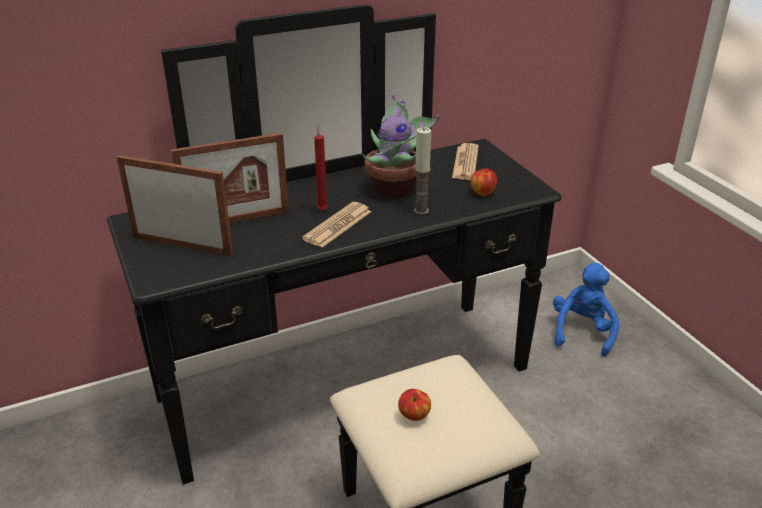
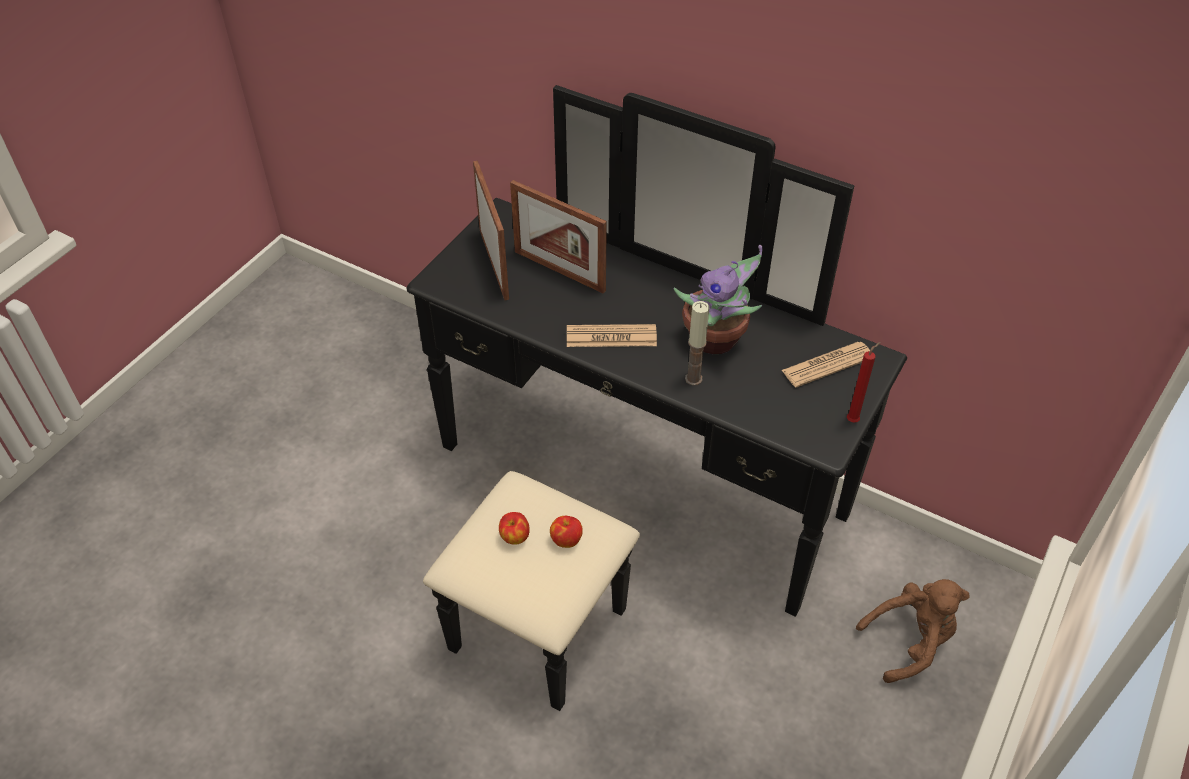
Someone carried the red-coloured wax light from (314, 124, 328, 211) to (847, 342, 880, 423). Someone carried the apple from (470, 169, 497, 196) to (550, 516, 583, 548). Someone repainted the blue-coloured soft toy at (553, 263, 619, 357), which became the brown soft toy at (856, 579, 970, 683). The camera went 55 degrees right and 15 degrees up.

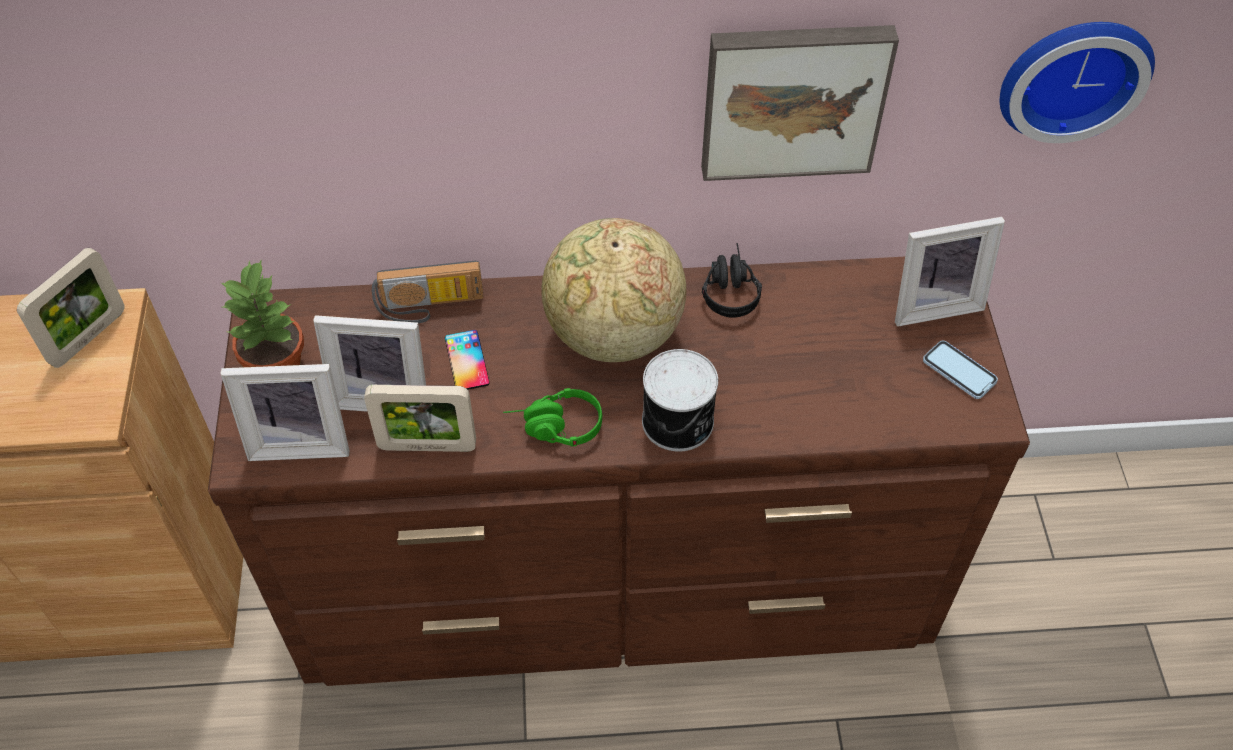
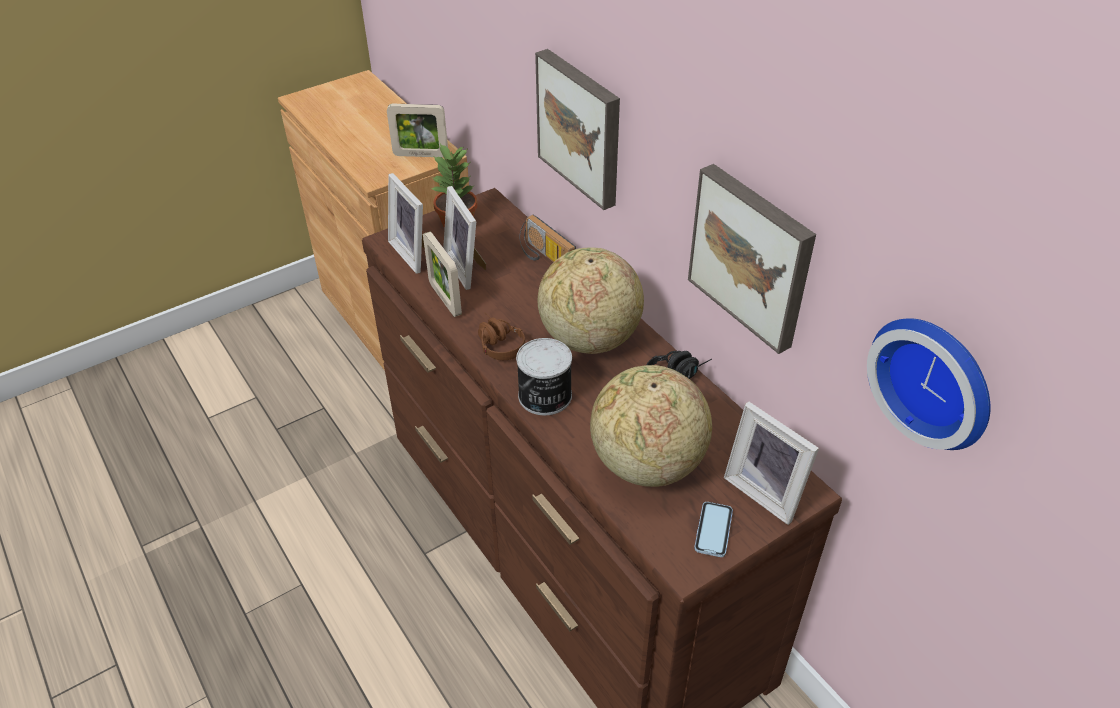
Someone took away the phone at (445, 330, 490, 390). Someone repainted the green-coloured headphones at (503, 388, 602, 447), which became the brown headphones at (478, 313, 525, 360). Someone put up the wall picture at (535, 49, 620, 210). Someone put down the desk globe at (590, 365, 712, 487). The camera went 60 degrees right and 10 degrees down.

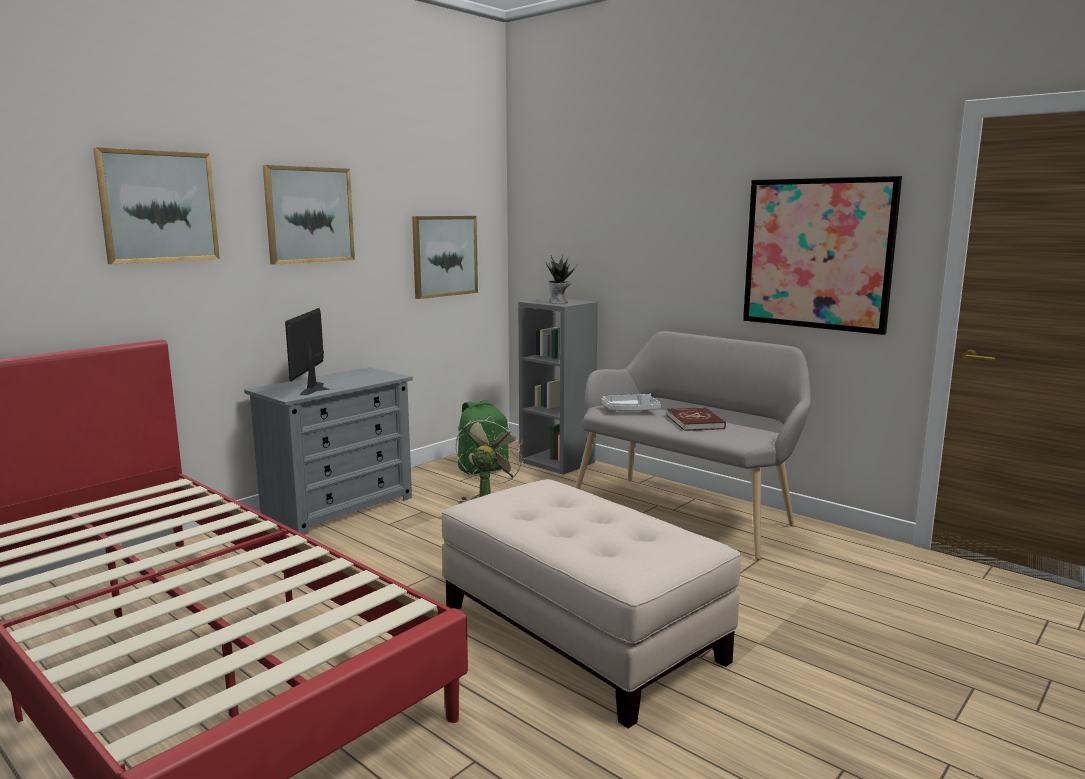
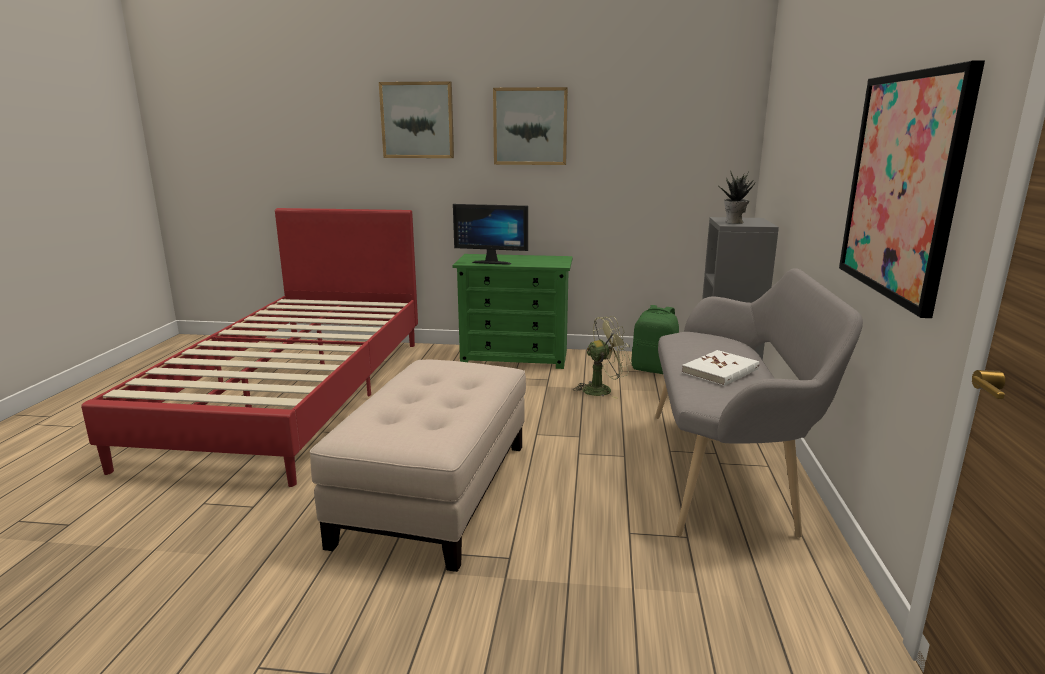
Someone repainted the grey chest of drawers at (244, 367, 413, 535), which became the green-coloured chest of drawers at (453, 254, 573, 369). Someone rotated the monitor at (285, 308, 330, 395) by 135 degrees counterclockwise. Someone took away the wall picture at (412, 216, 478, 299). Someone took away the grey serving tray at (601, 393, 661, 412). Someone repainted the red-coloured volume at (667, 407, 726, 431), which became the white volume at (682, 350, 759, 386). The camera went 55 degrees right and 5 degrees up.

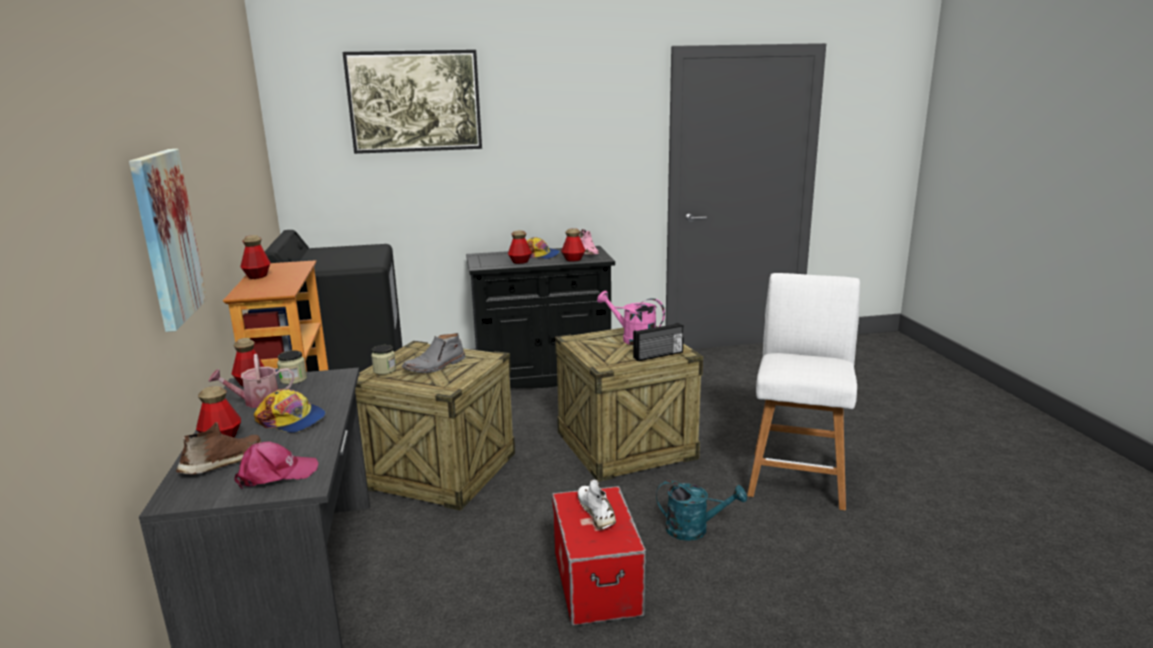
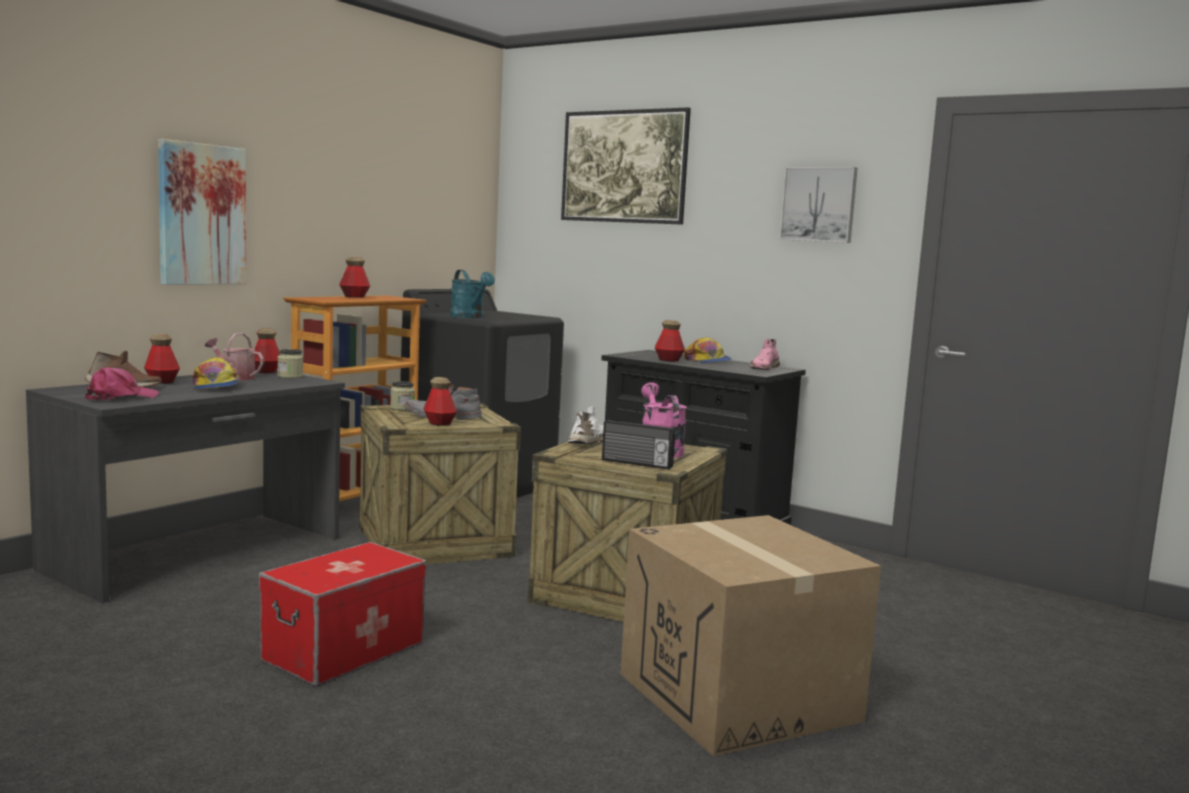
Someone rotated the pink-coloured baseball cap at (234, 441, 319, 489) by 75 degrees counterclockwise. Someone carried the beverage bottle from (561, 228, 586, 262) to (424, 377, 457, 426). Someone carried the white shoe from (578, 480, 616, 529) to (568, 406, 604, 444). Someone carried the blue-green watering can from (656, 480, 747, 541) to (450, 270, 495, 318). Someone swapped the white stool at (747, 273, 860, 511) for the cardboard box at (621, 515, 881, 757). Someone put up the wall picture at (779, 167, 858, 243). The camera went 45 degrees right and 10 degrees down.

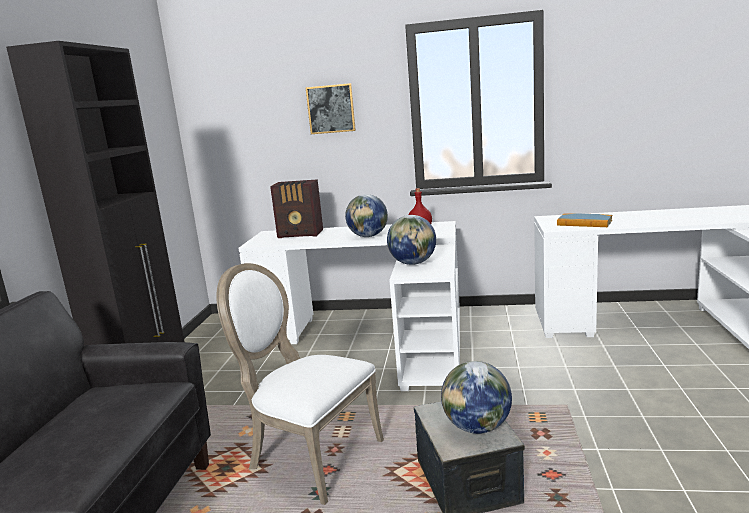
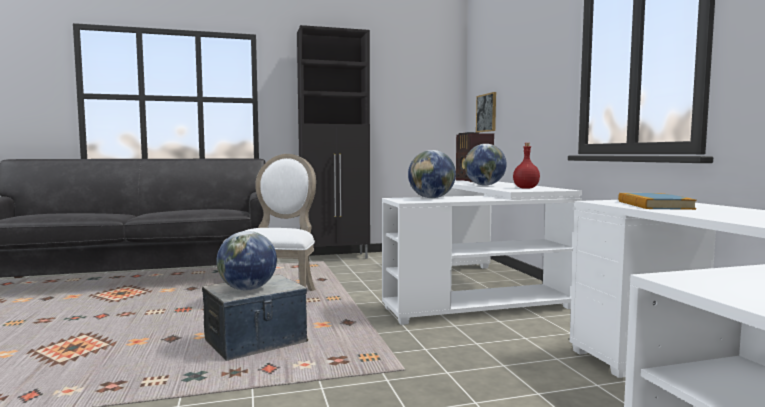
Someone carried the wall picture from (306, 83, 356, 134) to (476, 92, 496, 132). The camera went 65 degrees right and 10 degrees down.

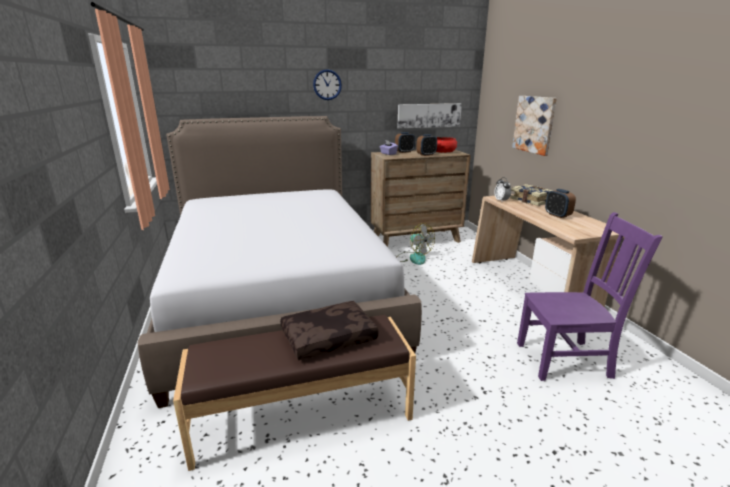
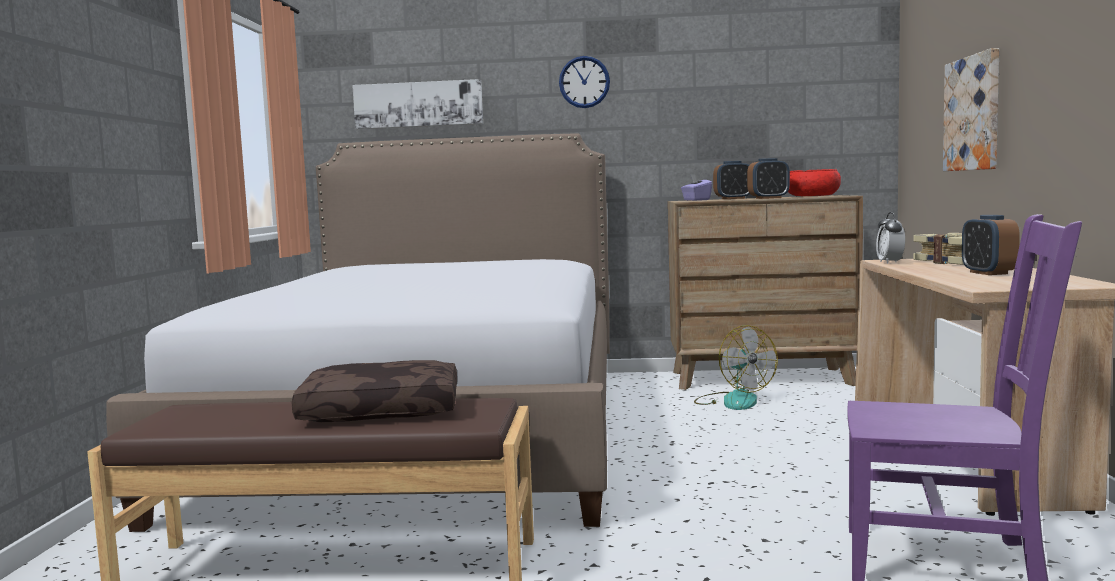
Someone carried the wall picture from (398, 103, 462, 129) to (352, 79, 483, 129). The camera went 20 degrees right and 15 degrees down.

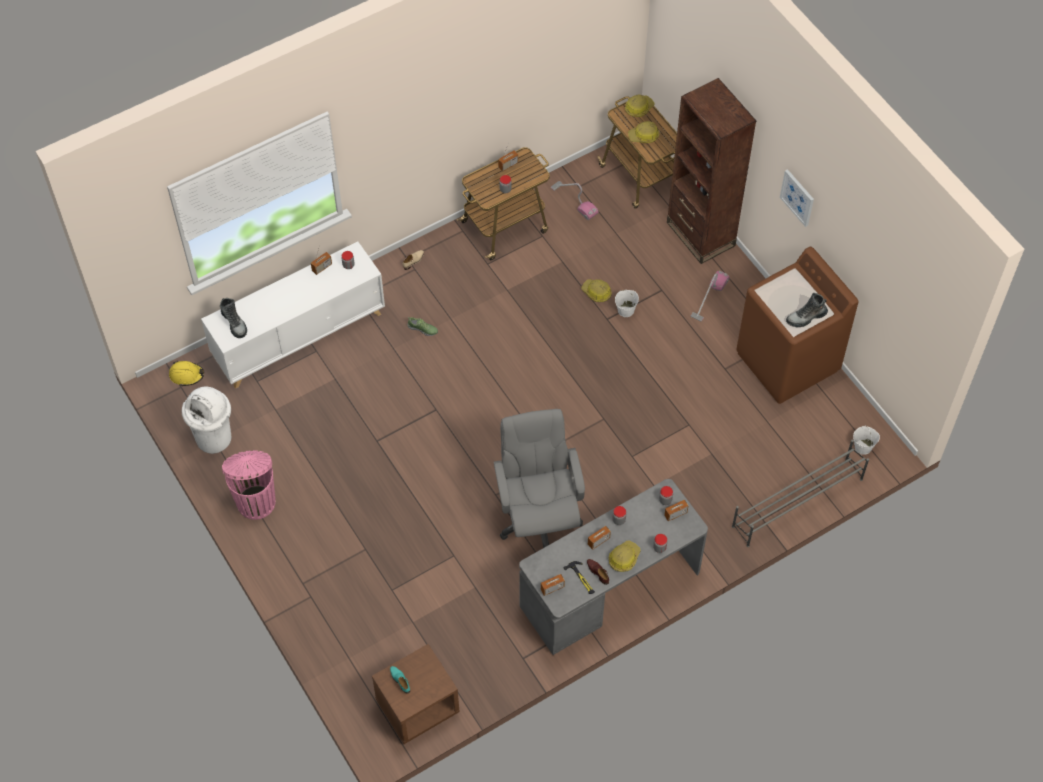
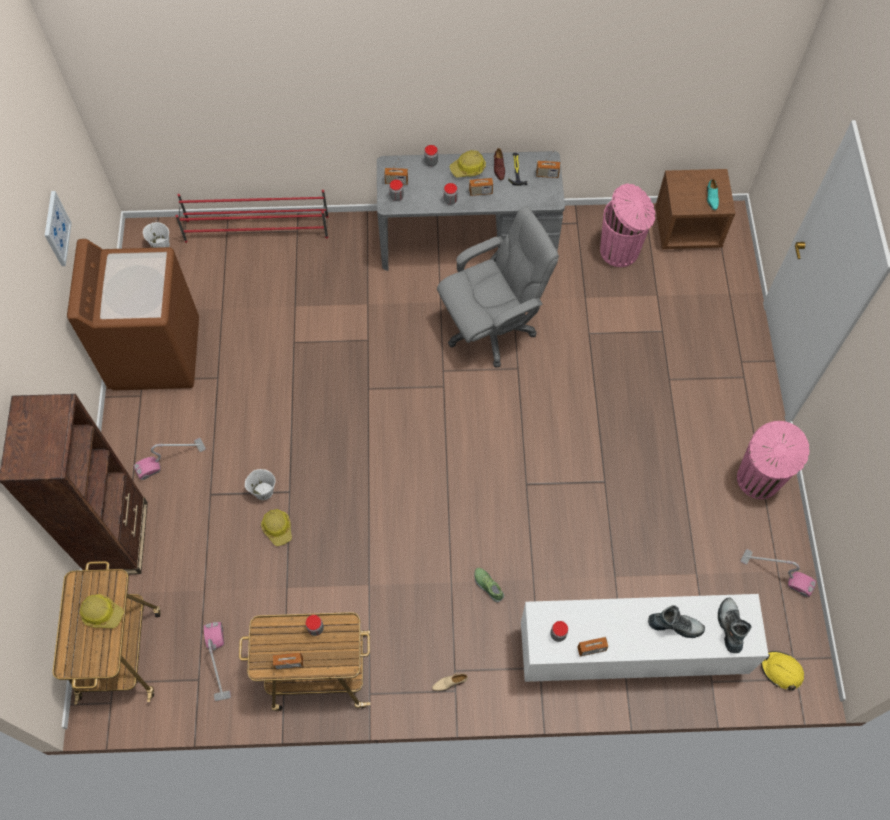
Someone swapped the white rubbish bin at (182, 387, 231, 454) for the hoover at (740, 549, 816, 597). Someone rotated the grey desk chair at (494, 409, 585, 548) by 135 degrees counterclockwise. Someone took away the hard hat at (625, 95, 655, 117). Someone repainted the grey shoe stand at (732, 440, 869, 547), which became the red-coloured shoe stand at (176, 190, 329, 243). Someone carried the wall picture from (780, 169, 814, 227) to (45, 191, 72, 266). Someone carried the boot from (786, 293, 828, 327) to (648, 605, 705, 638). Someone put down the pink-coloured rubbish bin at (600, 183, 655, 267). The camera went 150 degrees left and 5 degrees up.

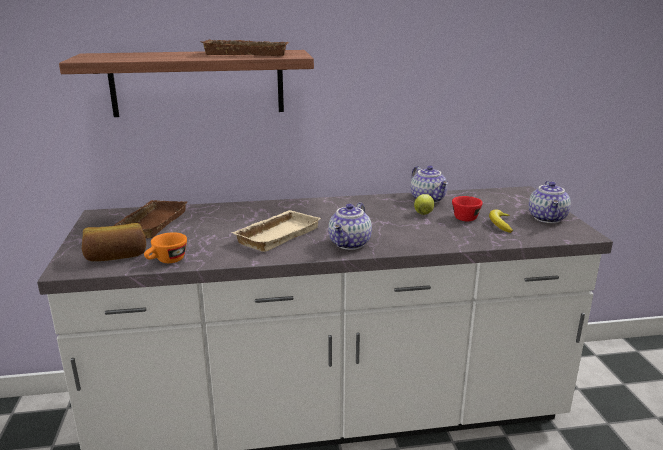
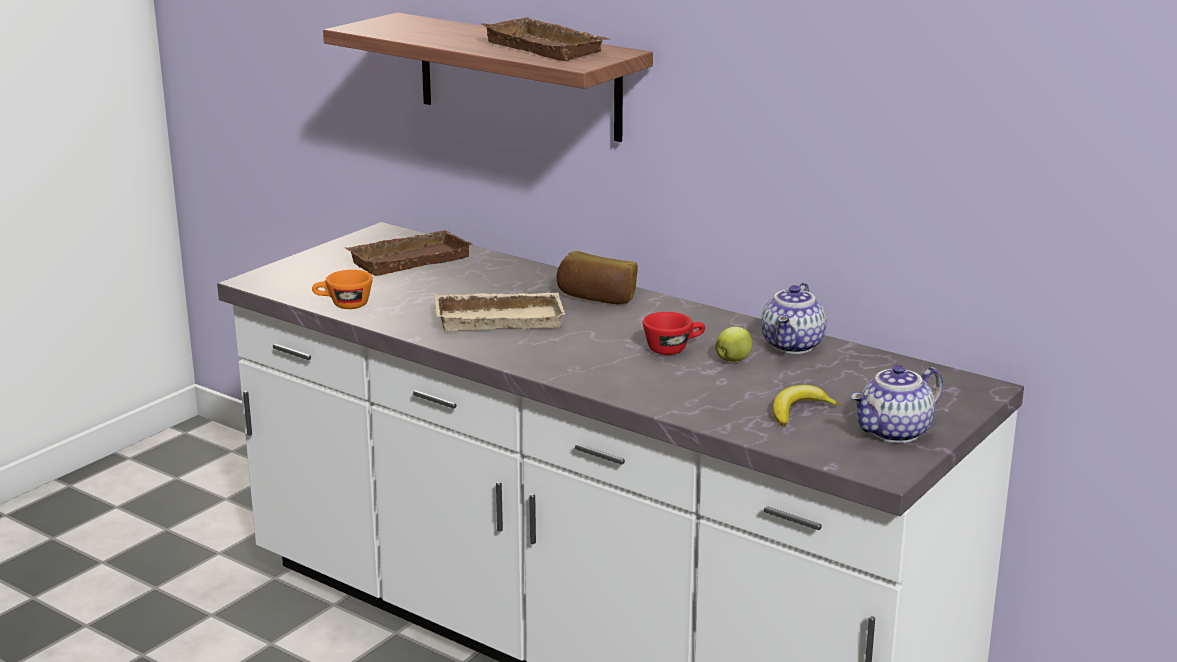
Someone carried the baked bread from (82, 223, 146, 261) to (556, 251, 638, 304). Someone took away the pot for tea at (328, 202, 372, 250). Someone carried the red-coloured cup from (452, 196, 483, 221) to (643, 312, 705, 355). The camera went 45 degrees right and 0 degrees up.

